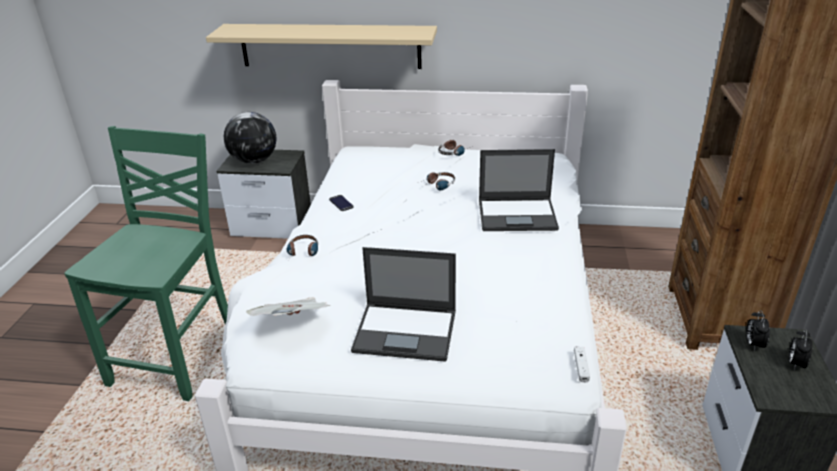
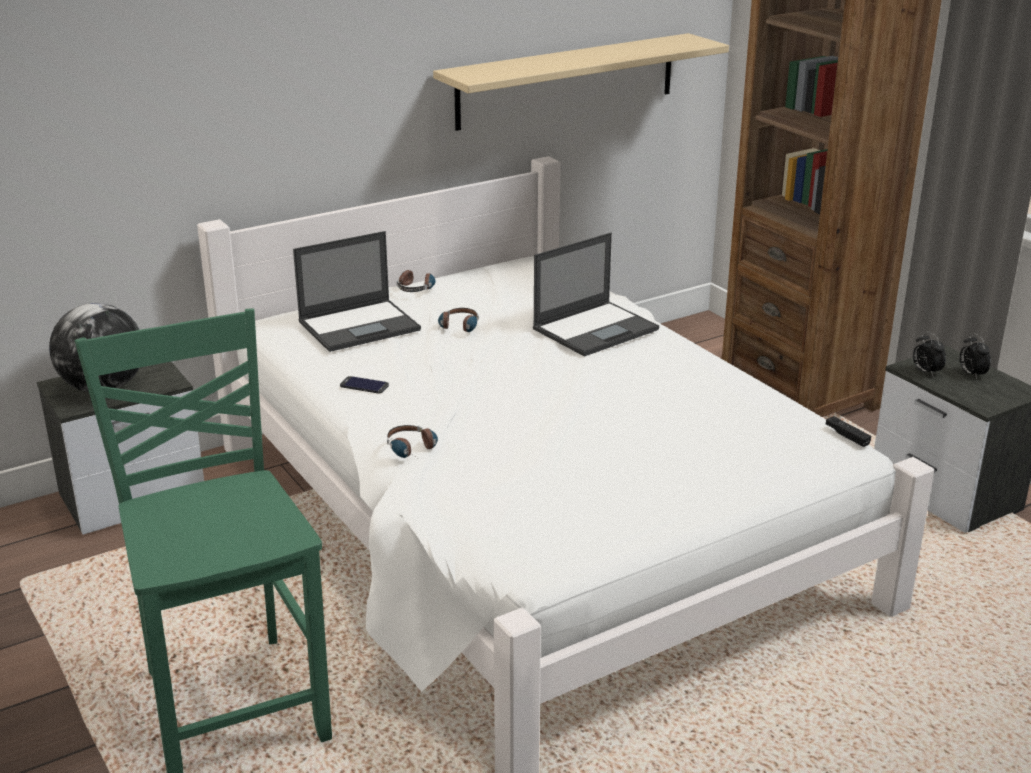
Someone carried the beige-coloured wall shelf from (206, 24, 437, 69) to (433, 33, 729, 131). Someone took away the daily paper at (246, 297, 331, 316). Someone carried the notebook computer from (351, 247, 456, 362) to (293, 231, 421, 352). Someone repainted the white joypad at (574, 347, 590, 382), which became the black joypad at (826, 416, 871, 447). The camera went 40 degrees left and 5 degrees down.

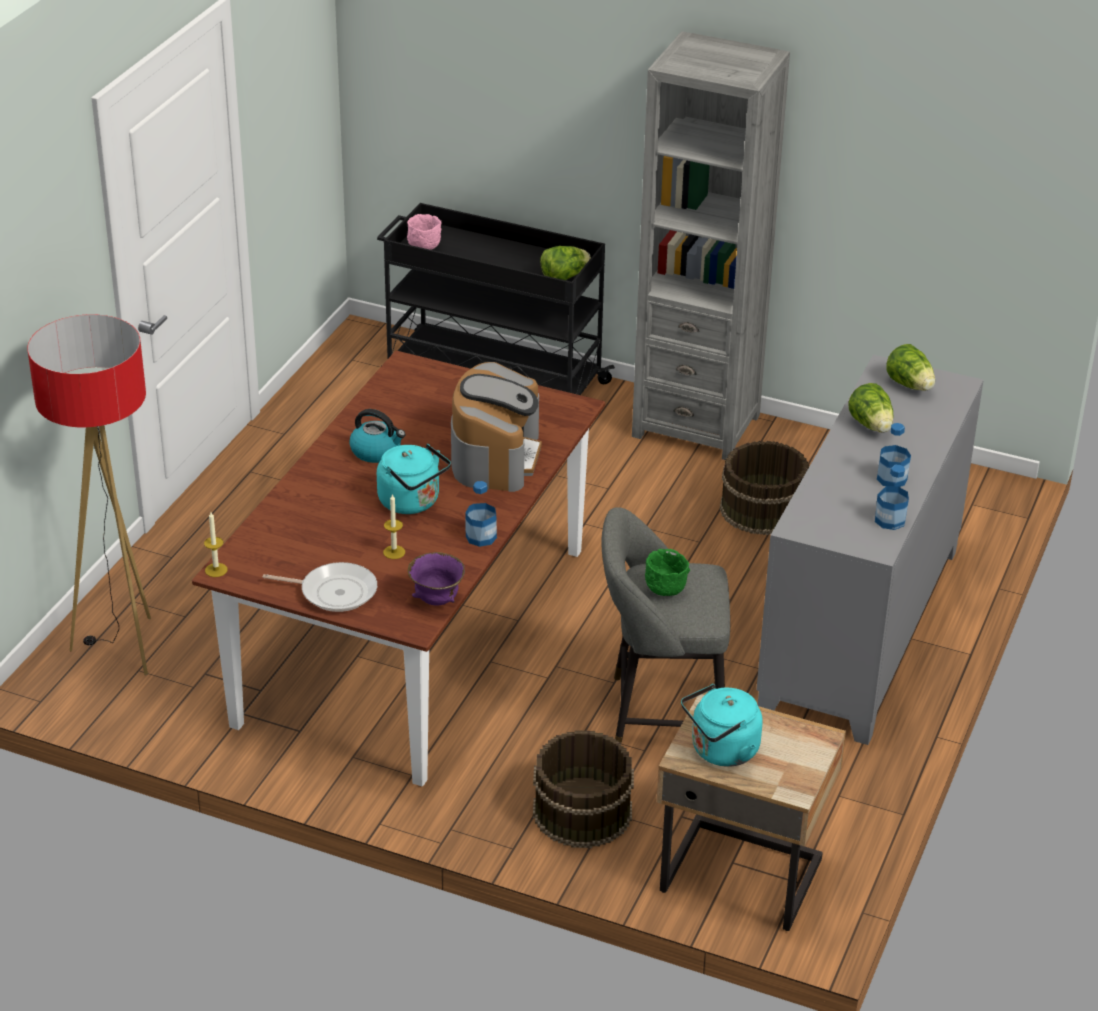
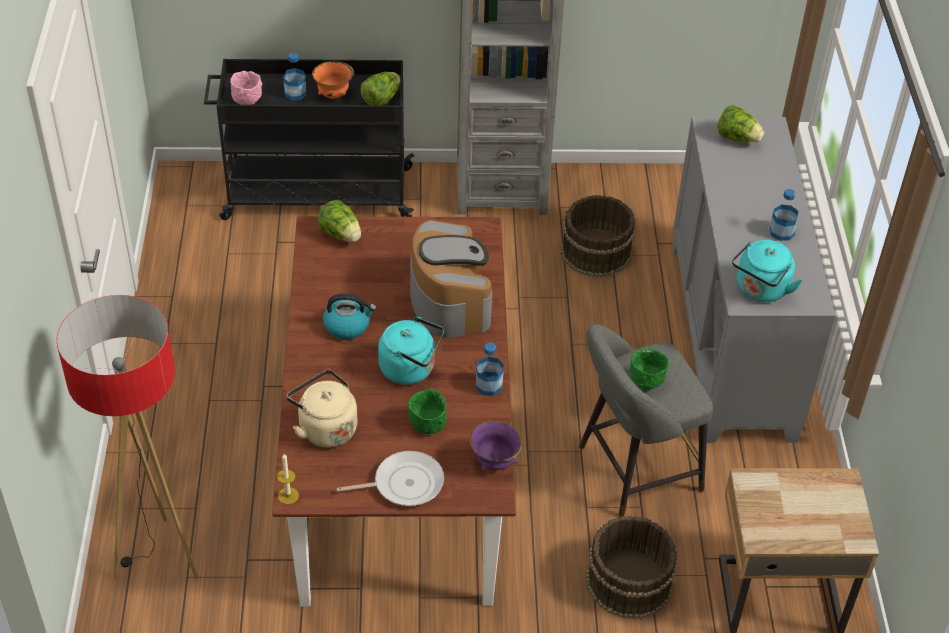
Someone swapped the wax light at (383, 494, 405, 559) for the green-coloured bowl at (407, 389, 447, 434). Someone carried the blue-green water kettle from (681, 684, 763, 767) to (732, 240, 803, 302). Someone carried the lettuce head from (849, 383, 893, 432) to (318, 200, 361, 242). Someone carried the beverage bottle from (875, 465, 909, 530) to (283, 53, 306, 101). Someone put down the beige-coloured water kettle at (287, 370, 357, 448). Someone put down the orange bowl at (312, 61, 354, 99). The camera went 25 degrees left and 10 degrees up.

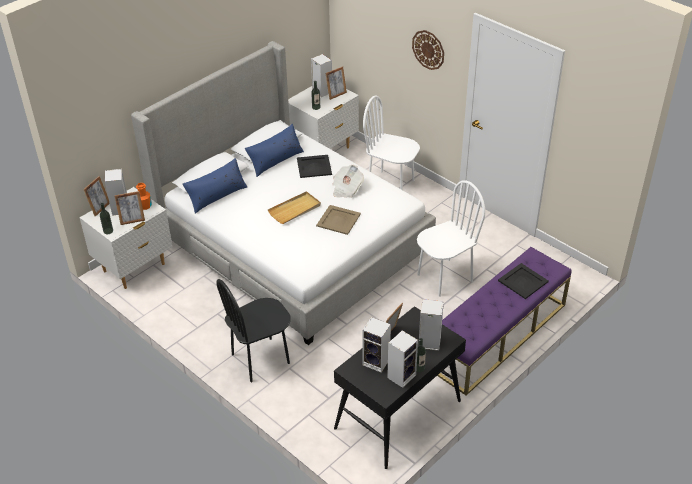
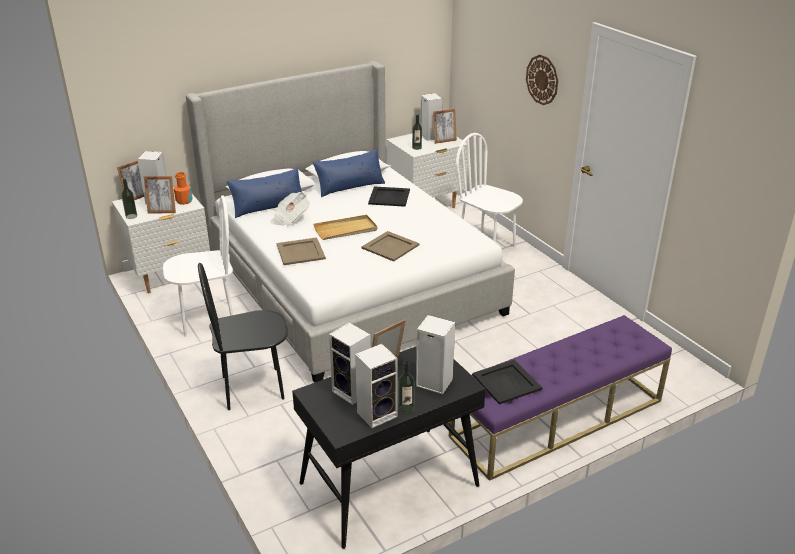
Someone carried the daily paper from (332, 165, 364, 198) to (270, 192, 310, 226). Someone carried the white plain chair from (417, 180, 485, 297) to (163, 195, 233, 337). Someone carried the black serving tray from (498, 263, 549, 299) to (472, 360, 543, 404). Someone put down the beige-coloured serving tray at (277, 237, 326, 265). The camera went 15 degrees right and 10 degrees down.

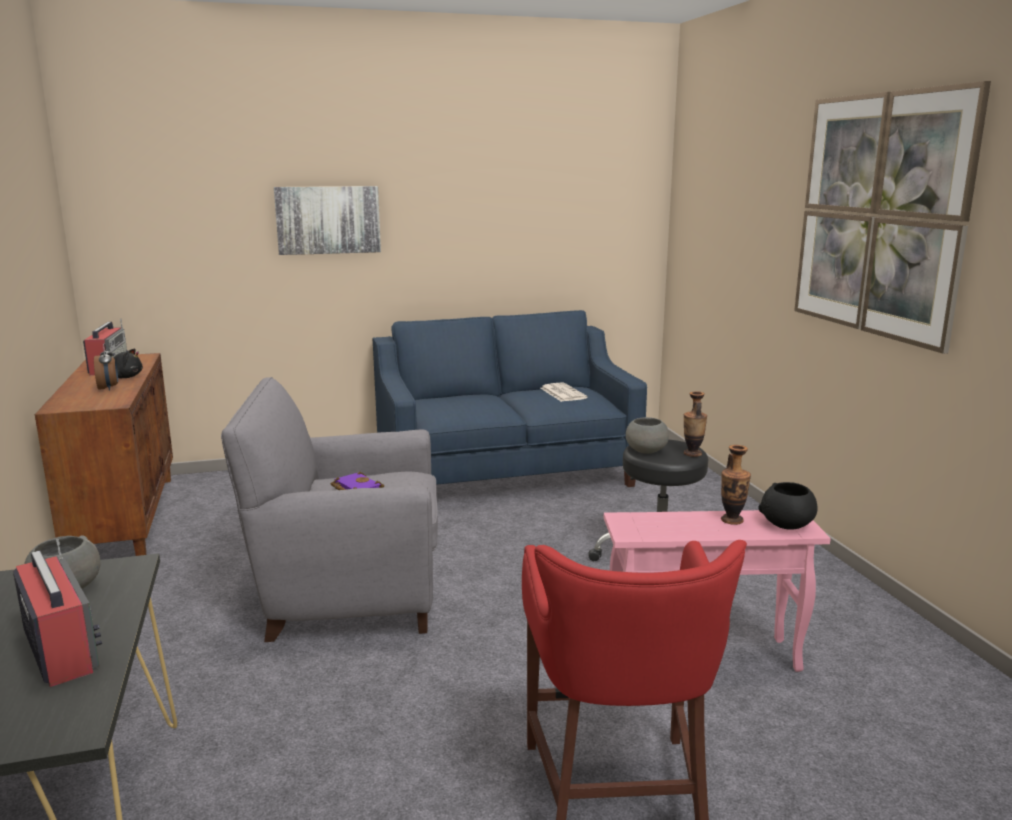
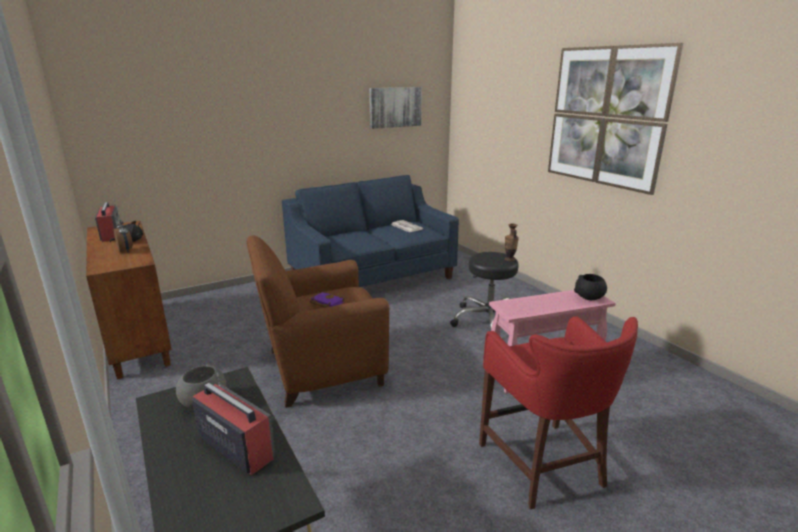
Someone repainted the grey easy chair at (221, 377, 438, 642), which became the brown easy chair at (246, 235, 389, 408). Someone carried the wall picture from (274, 186, 381, 255) to (369, 87, 422, 129). Someone took away the grey bowl at (626, 417, 669, 454). Someone took away the decorative vase at (721, 445, 751, 525). The camera went 15 degrees left and 5 degrees up.

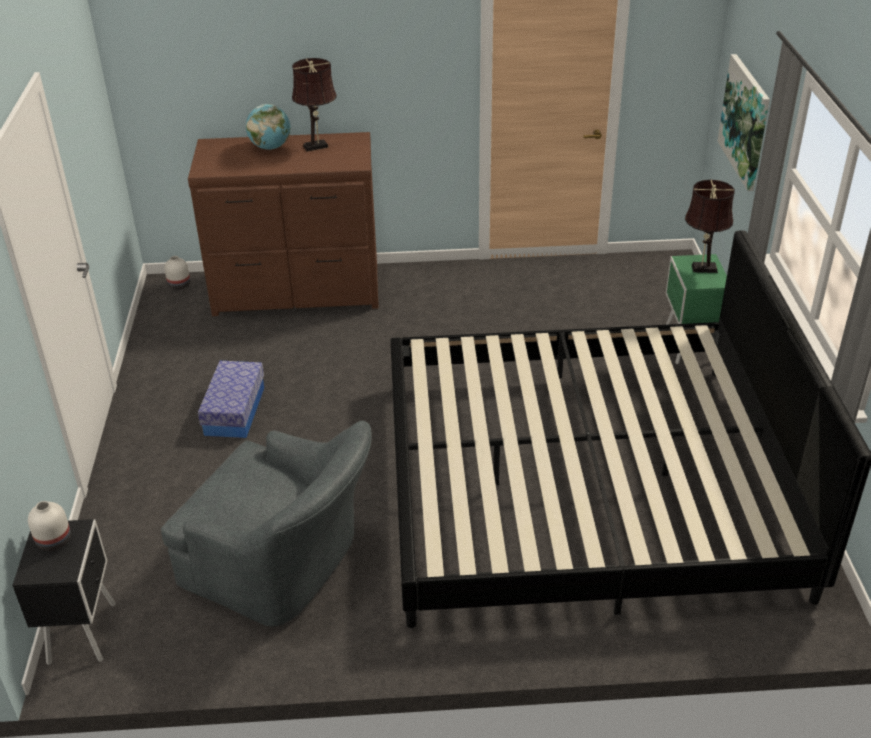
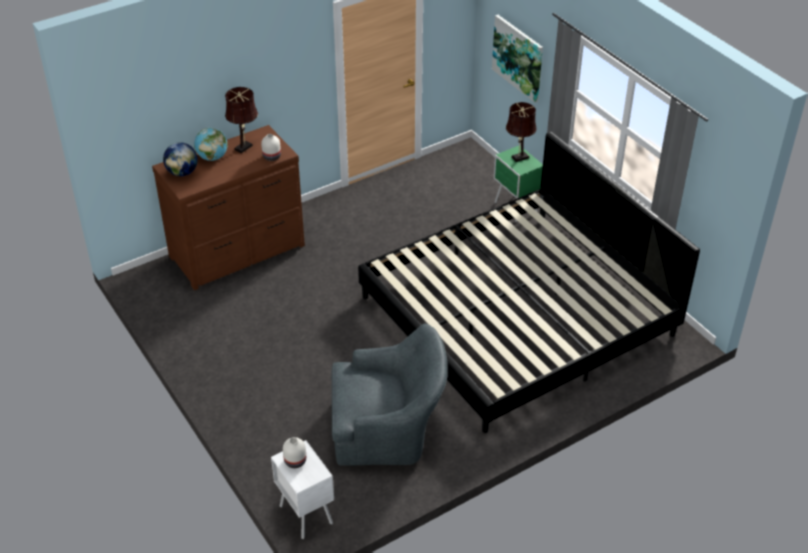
Someone repainted the black nightstand at (12, 519, 116, 665), which became the white nightstand at (271, 441, 334, 539). Someone carried the white decorative vase from (164, 256, 190, 290) to (261, 134, 281, 161). Someone took away the storage box at (198, 361, 264, 438). Someone put down the desk globe at (163, 142, 198, 176). The camera went 30 degrees left and 5 degrees up.

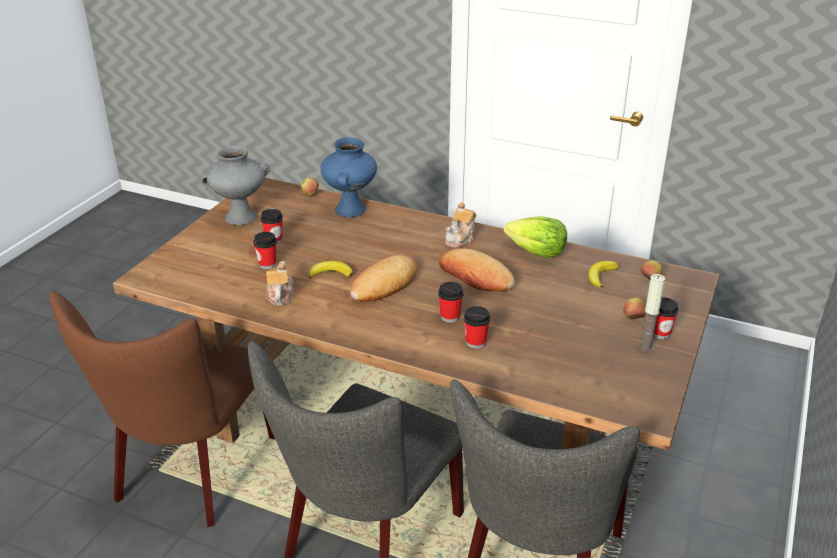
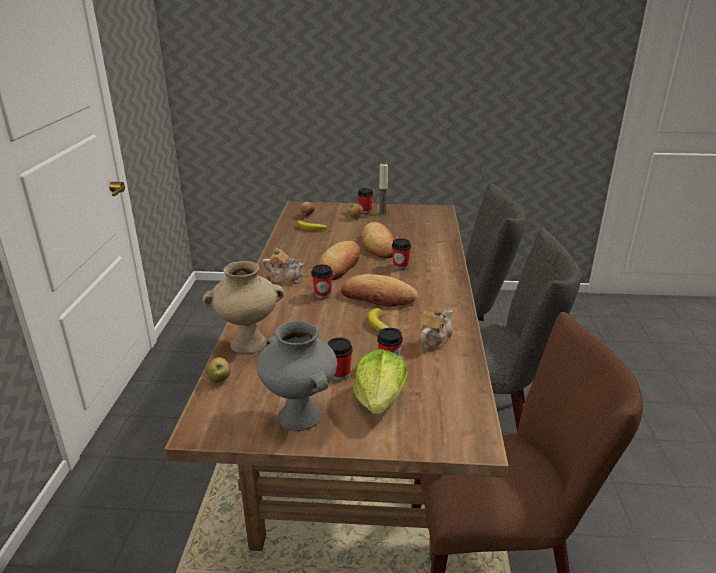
Someone rotated the pot for tea at (266, 261, 294, 306) by 150 degrees clockwise. Someone repainted the blue-coloured decorative vase at (321, 137, 377, 217), which became the beige-coloured decorative vase at (203, 261, 284, 354). Someone carried the cup from (464, 306, 490, 349) to (312, 264, 333, 299). Someone carried the lettuce head from (504, 216, 567, 258) to (353, 349, 408, 414). Someone put down the baked bread at (362, 222, 394, 258). The camera went 110 degrees left and 5 degrees down.

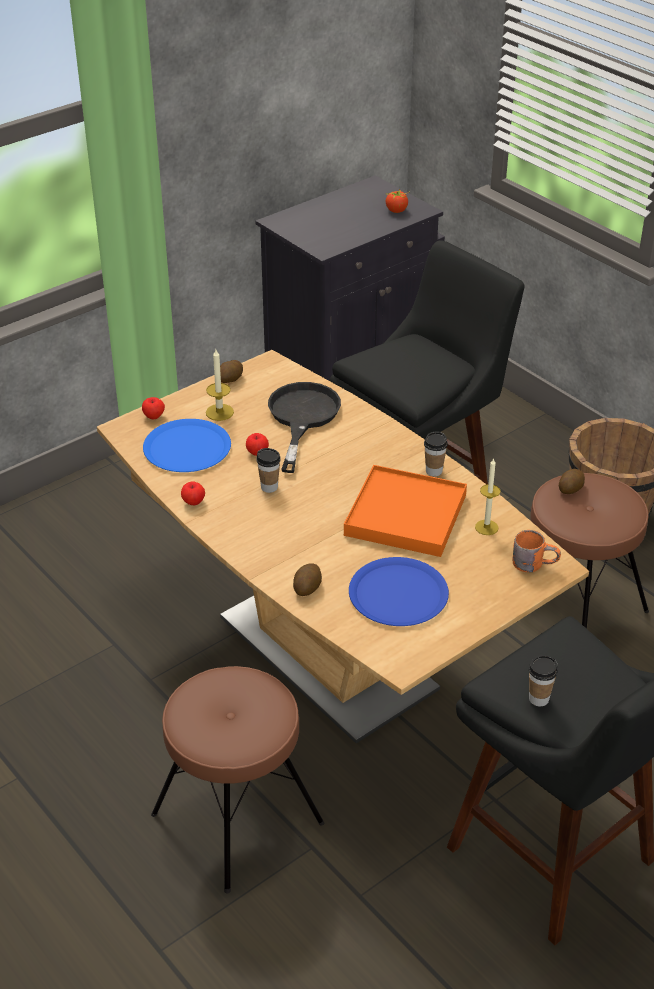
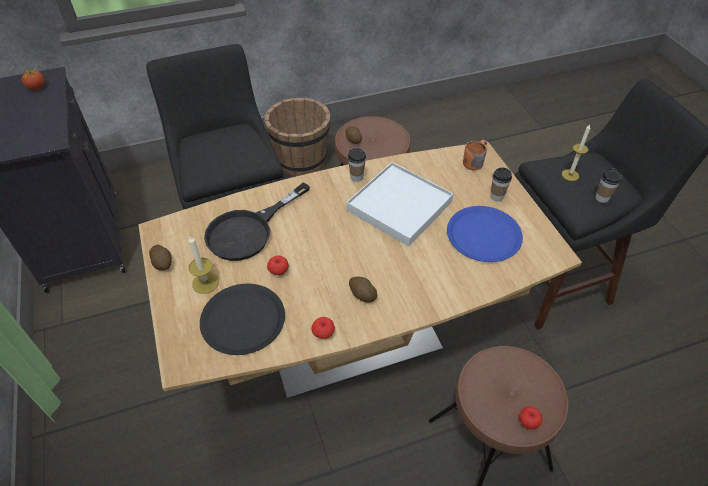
Someone carried the apple from (142, 397, 165, 419) to (519, 406, 542, 429). Someone repainted the blue-coloured plate at (143, 419, 231, 472), which became the black plate at (200, 284, 285, 355). Someone carried the cup from (256, 448, 281, 493) to (490, 168, 512, 202). Someone rotated the black skillet at (268, 382, 341, 473) by 75 degrees counterclockwise. Someone carried the spud from (293, 564, 322, 596) to (349, 277, 377, 302). Someone repainted the orange serving tray at (344, 465, 467, 557), which became the white serving tray at (346, 162, 454, 246). Someone carried the wax light from (475, 458, 501, 535) to (562, 124, 591, 181). The camera went 70 degrees left and 10 degrees up.

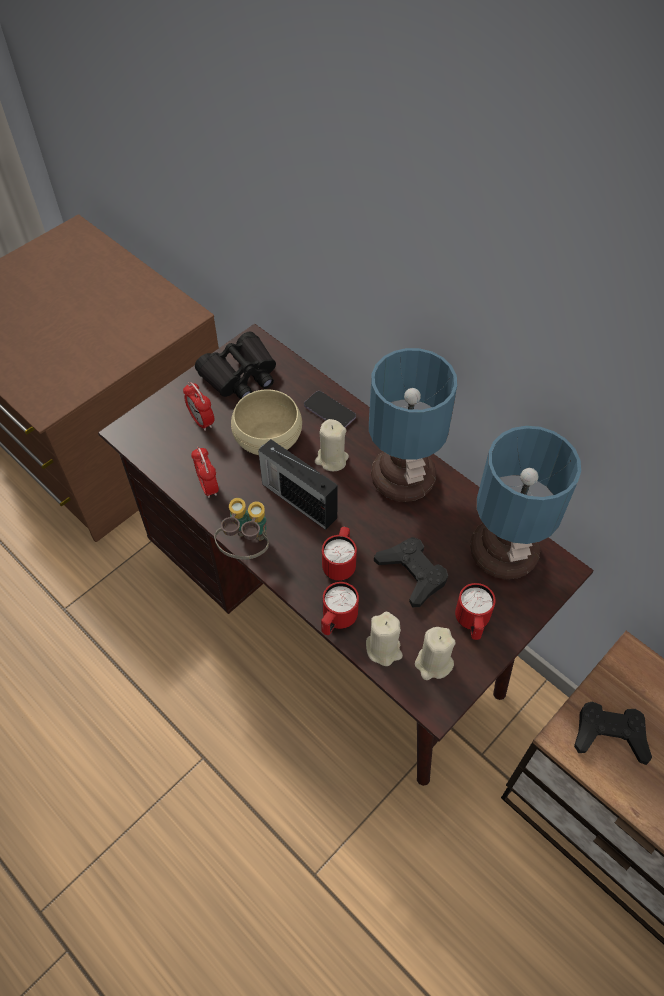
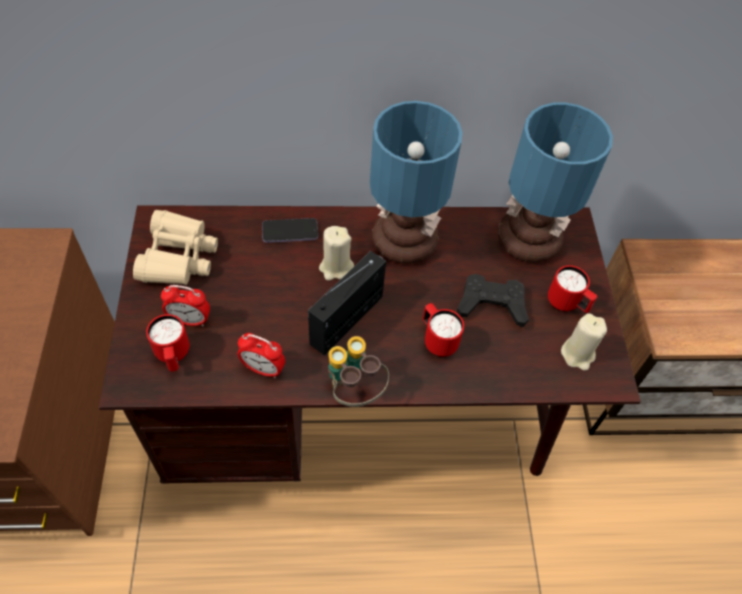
Someone repainted the black pair of binoculars at (195, 331, 276, 399), which became the beige-coloured pair of binoculars at (133, 210, 218, 285). Someone took away the beige-coloured bowl at (231, 390, 302, 455). Someone rotated the radio set at (258, 439, 338, 530) by 135 degrees clockwise. Someone carried the red-coloured coffee mug from (321, 582, 359, 635) to (146, 314, 190, 372). Someone took away the beige-coloured wax light at (366, 612, 403, 666). Someone took away the black joypad at (574, 702, 652, 765). The camera went 50 degrees left and 0 degrees up.

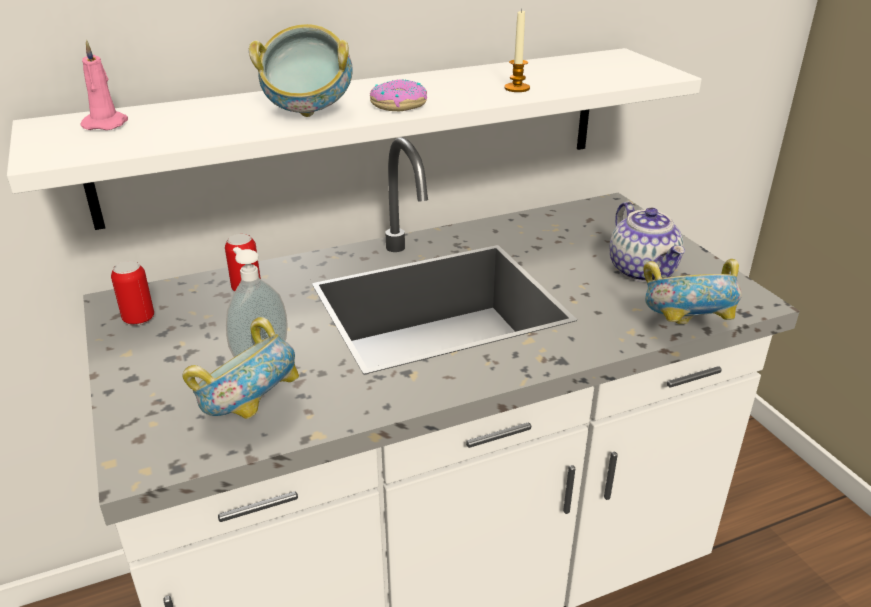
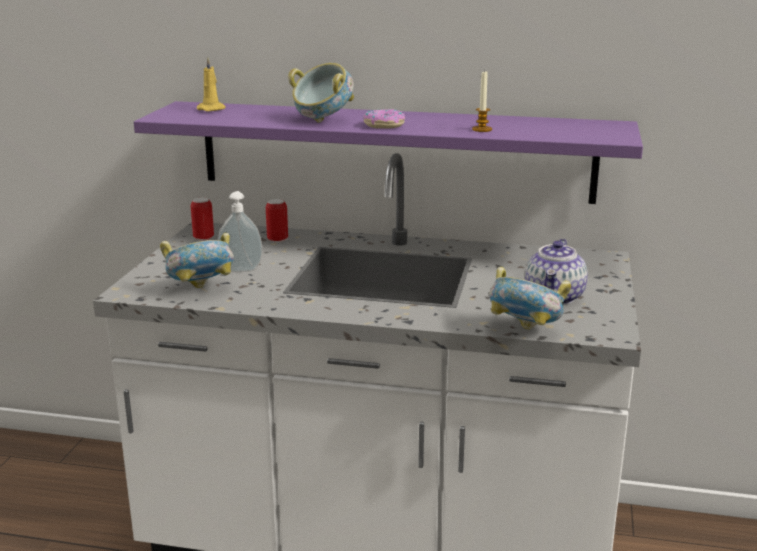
Someone repainted the white wall shelf at (7, 48, 702, 230), which became the purplish wall shelf at (134, 101, 643, 204). Someone repainted the pink-coloured wax light at (81, 40, 128, 130), which became the yellow-coloured wax light at (197, 57, 226, 112). The camera went 35 degrees right and 10 degrees down.

